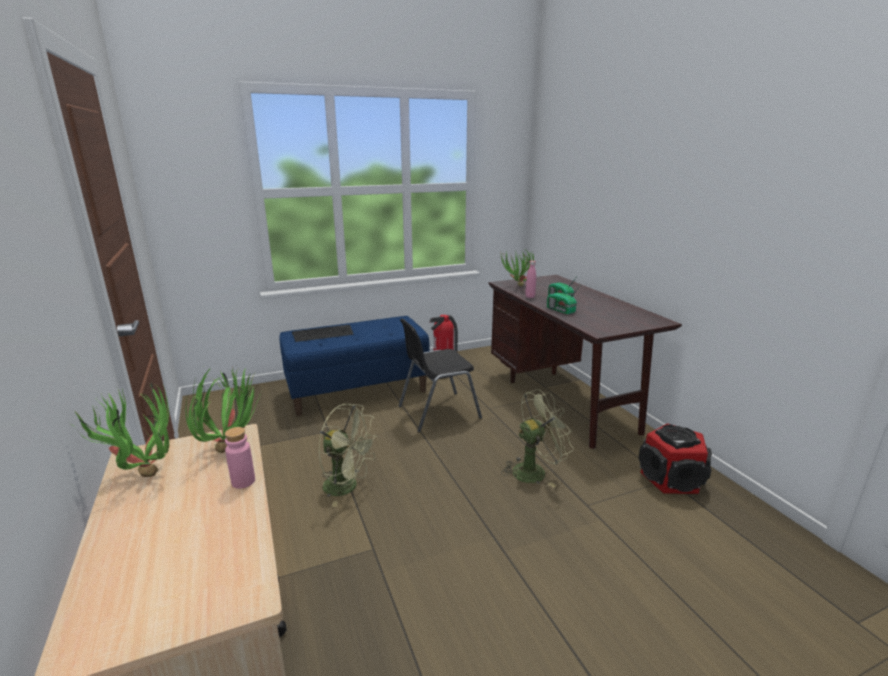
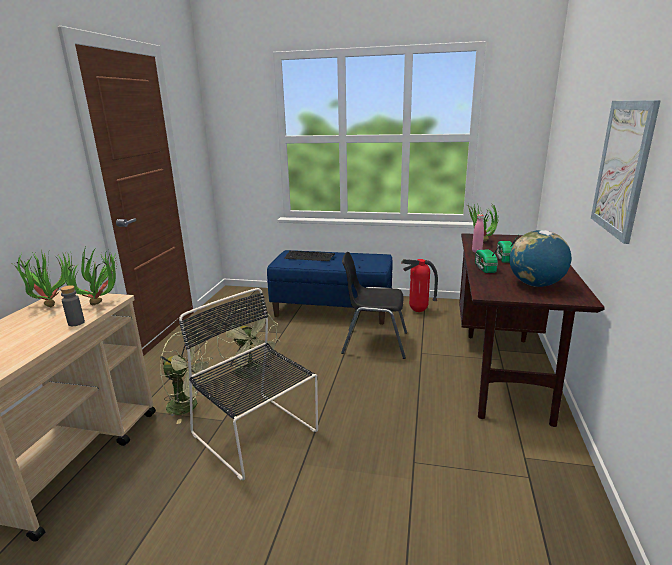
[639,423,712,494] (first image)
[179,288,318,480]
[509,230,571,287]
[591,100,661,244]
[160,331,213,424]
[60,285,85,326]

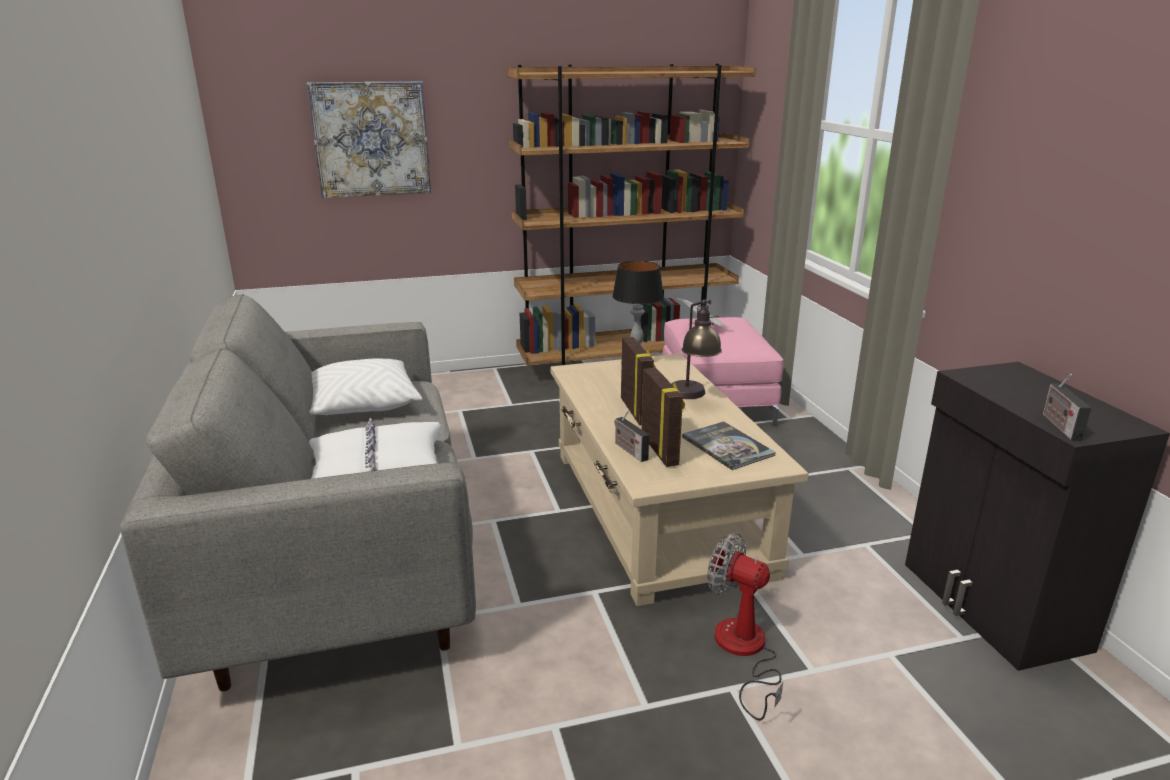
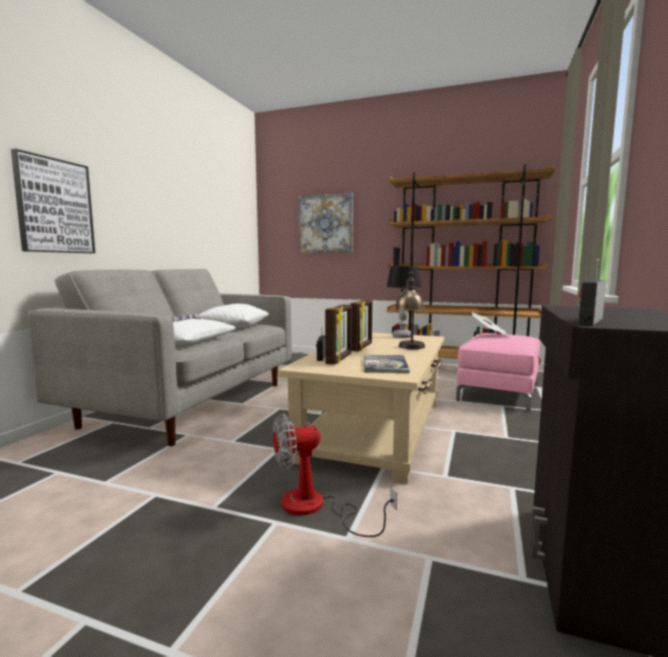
[11,149,95,253]
[273,414,397,537]

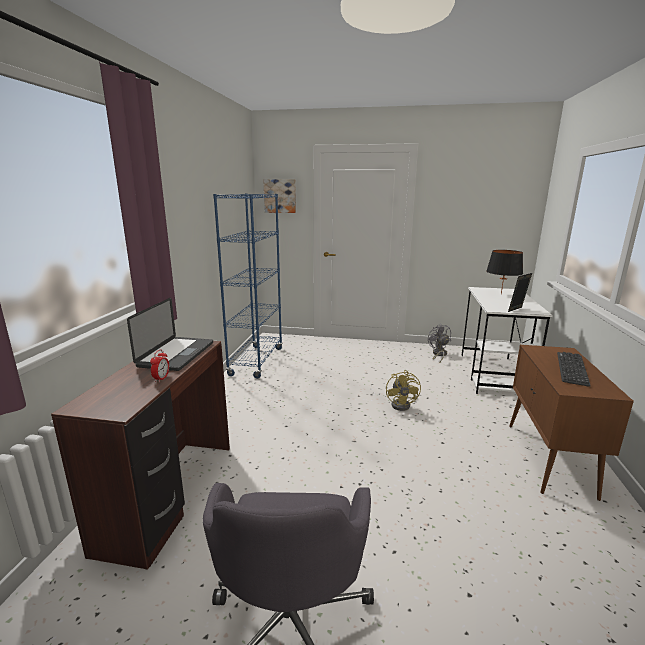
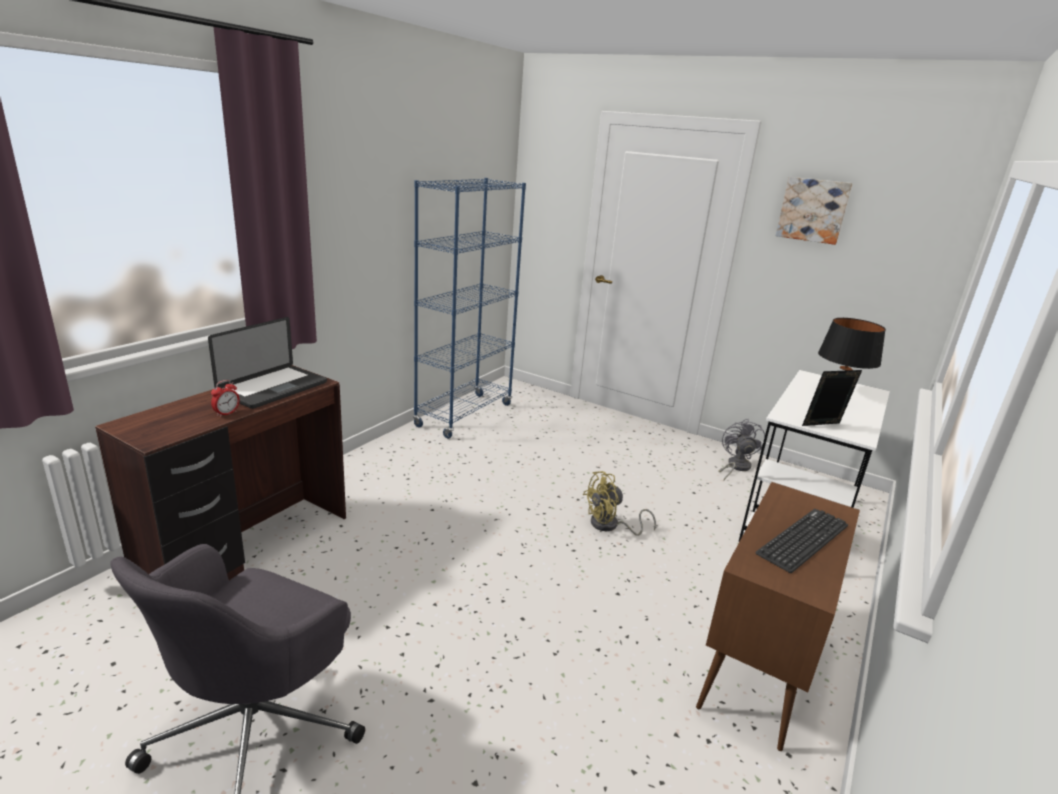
[776,177,852,245]
[583,471,656,536]

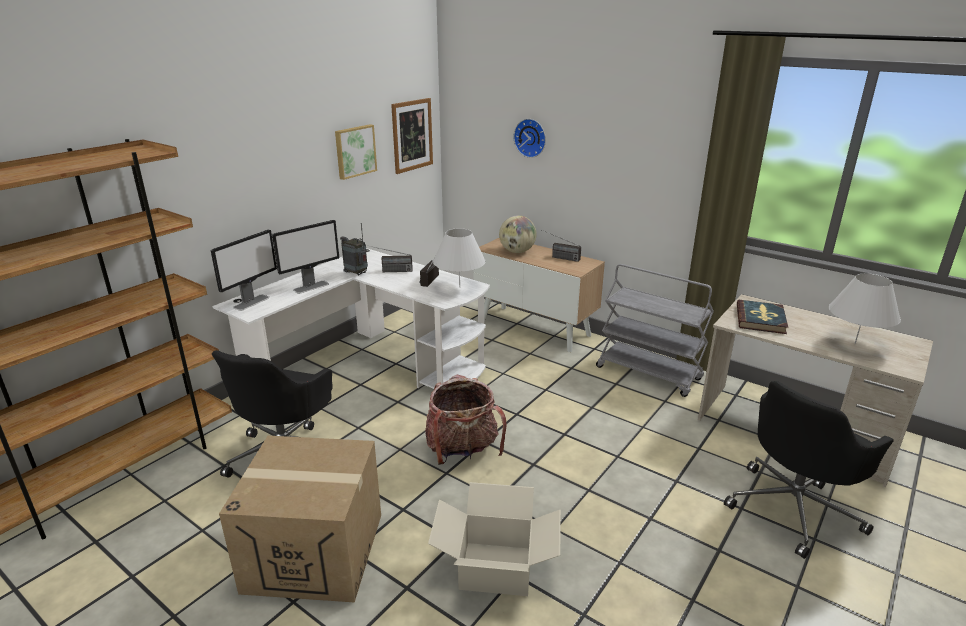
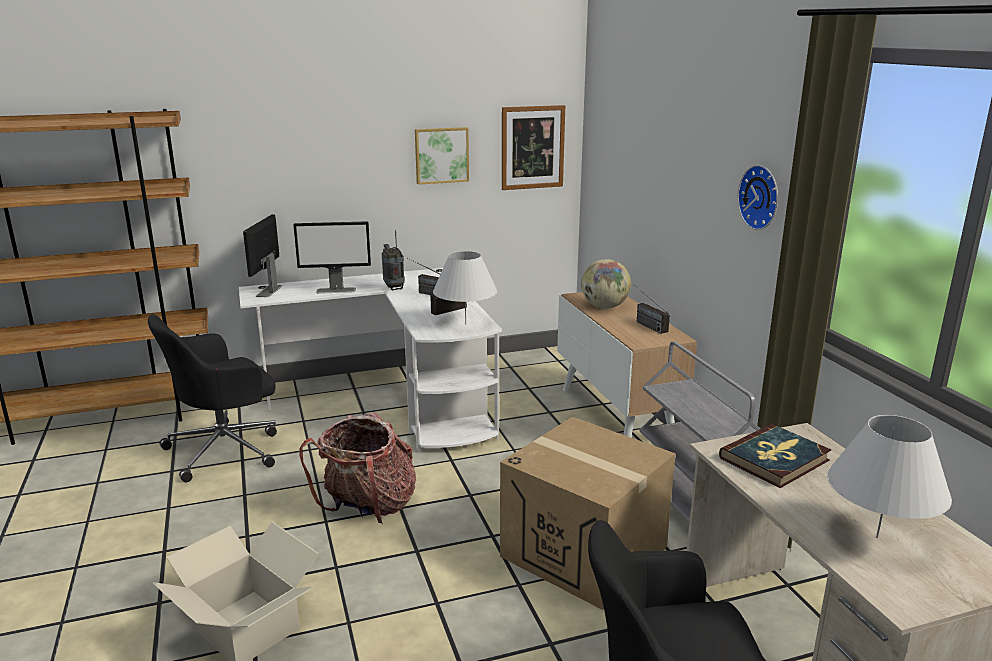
[500,417,676,610]
[737,165,778,230]
[243,214,282,297]

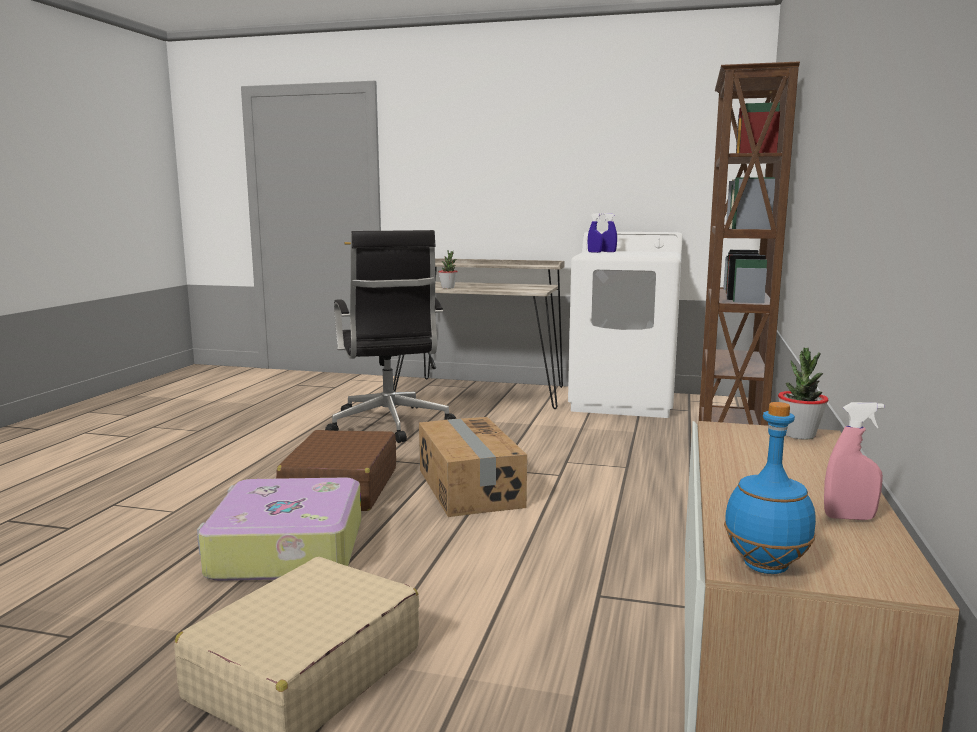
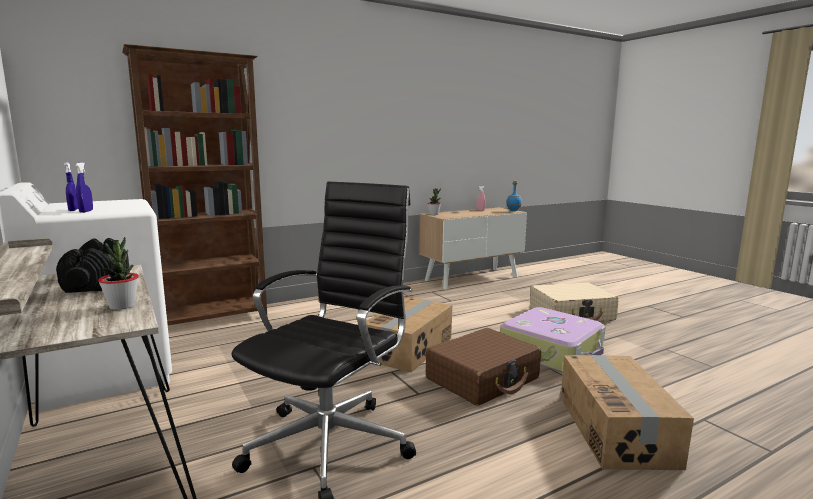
[56,238,129,293]
[561,355,694,470]

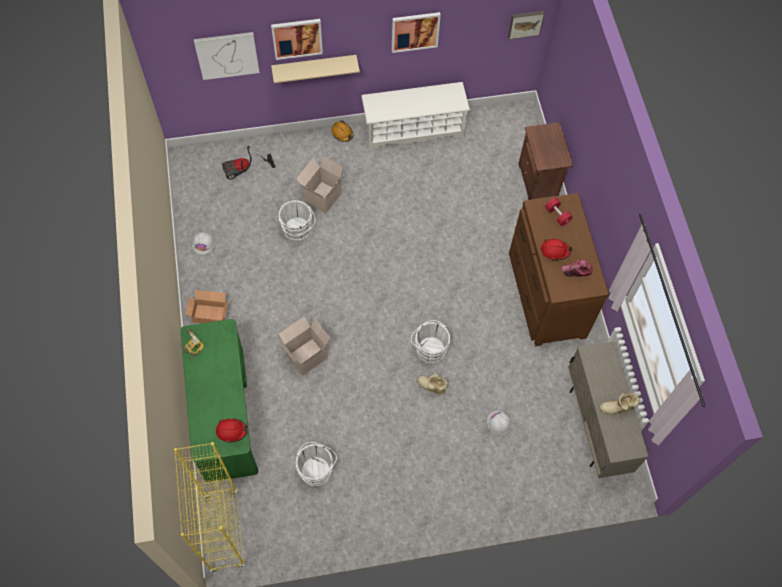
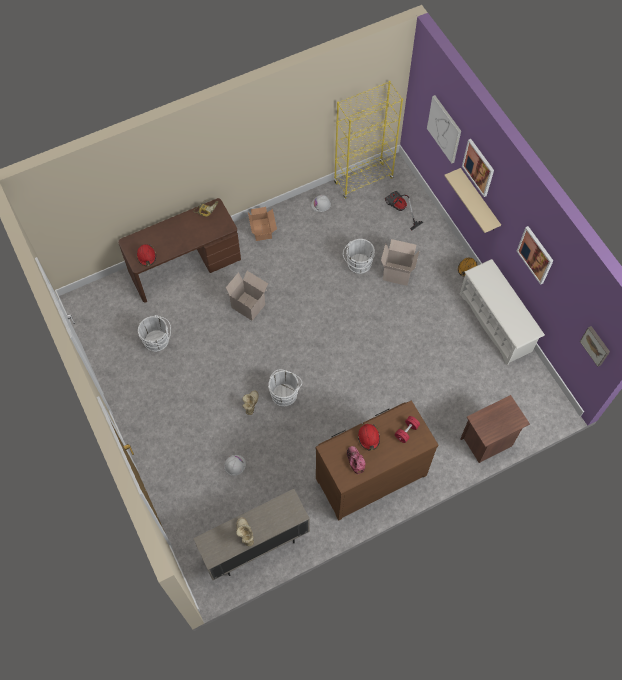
[334,81,403,199]
[118,198,241,302]

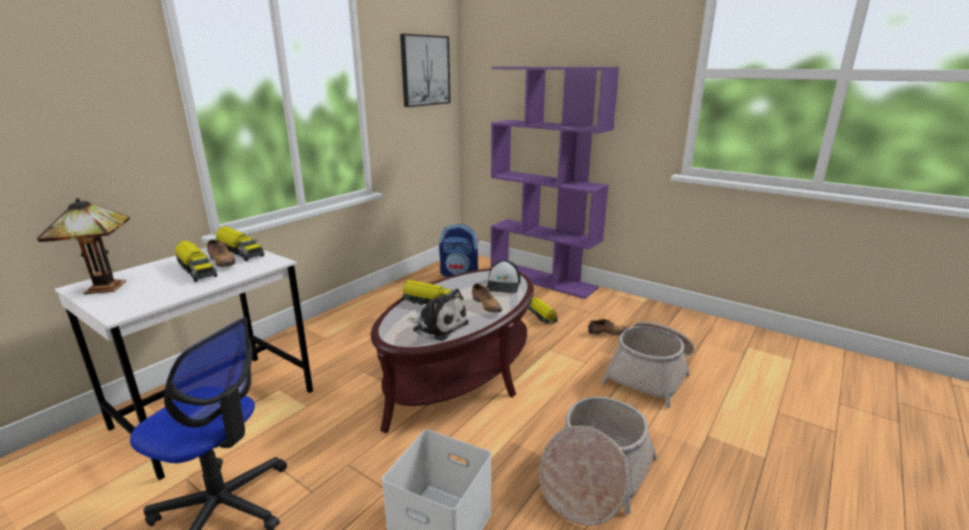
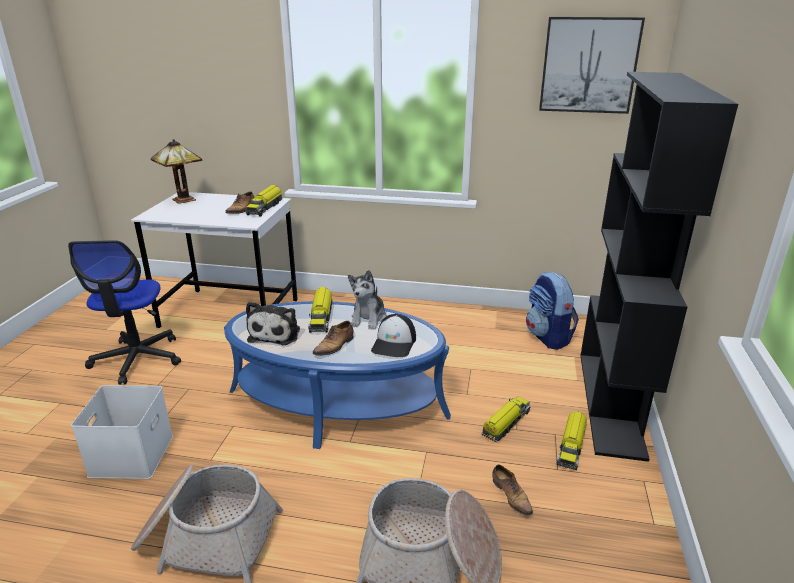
[348,270,387,330]
[557,411,587,470]
[224,301,451,449]
[580,72,738,462]
[371,314,416,357]

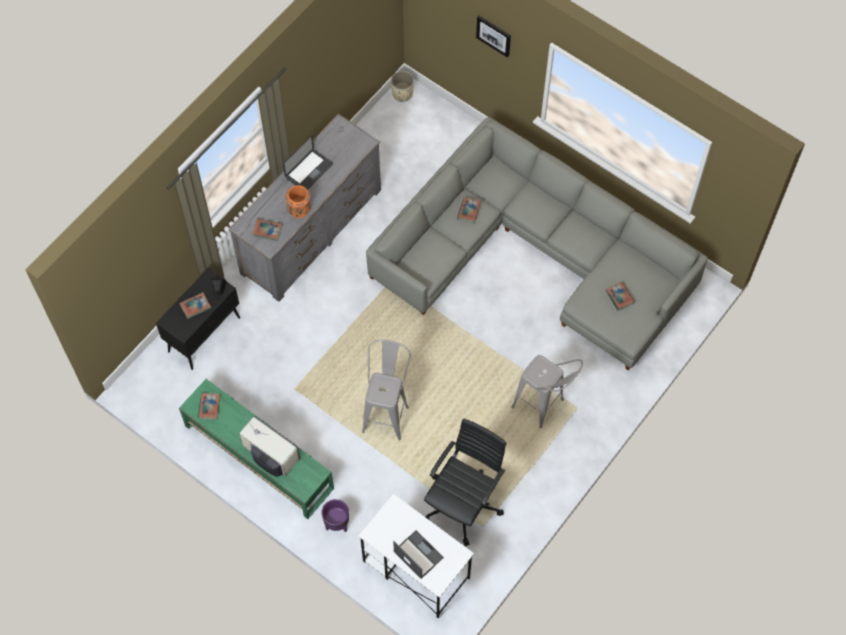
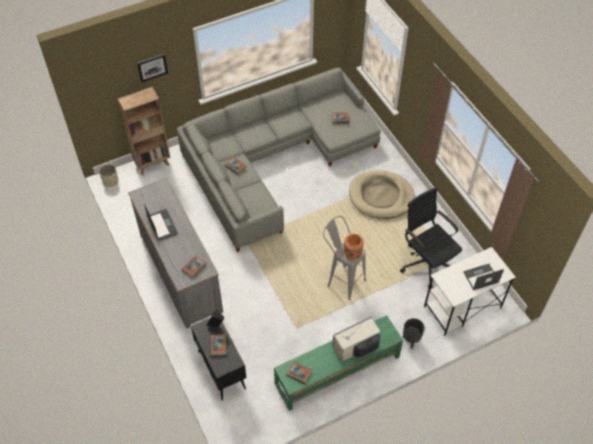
[118,87,170,175]
[344,234,364,260]
[349,170,415,219]
[403,318,425,349]

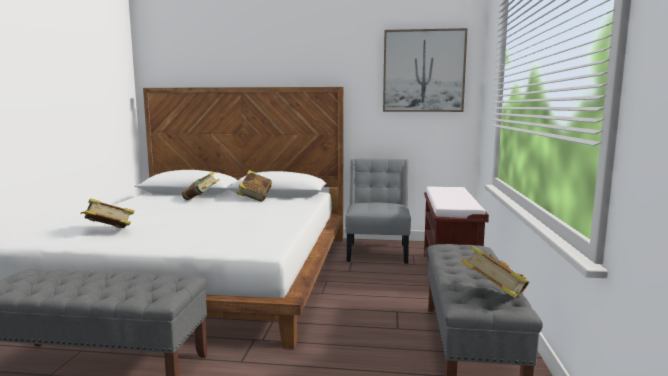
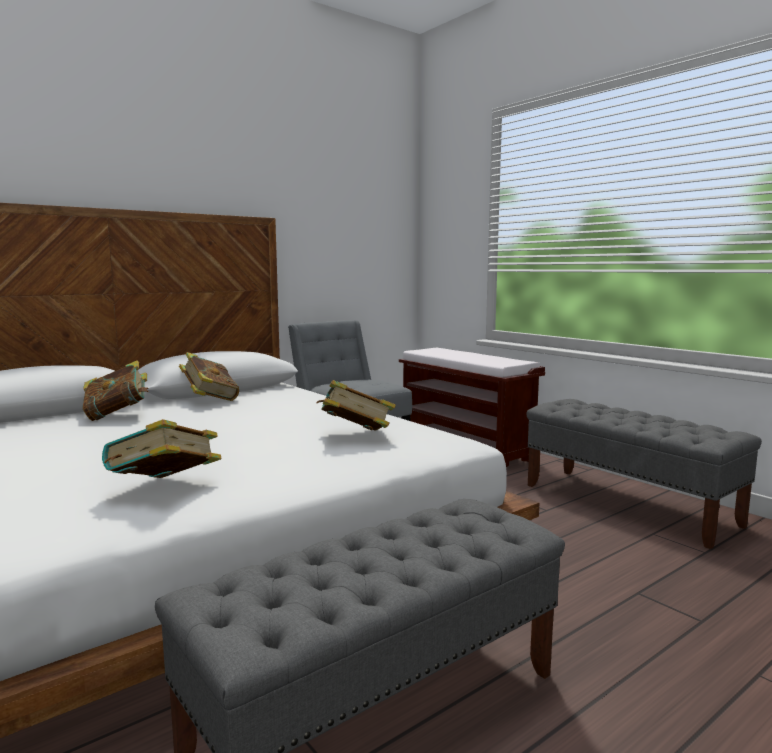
[383,28,468,112] (first image)
[317,380,396,431]

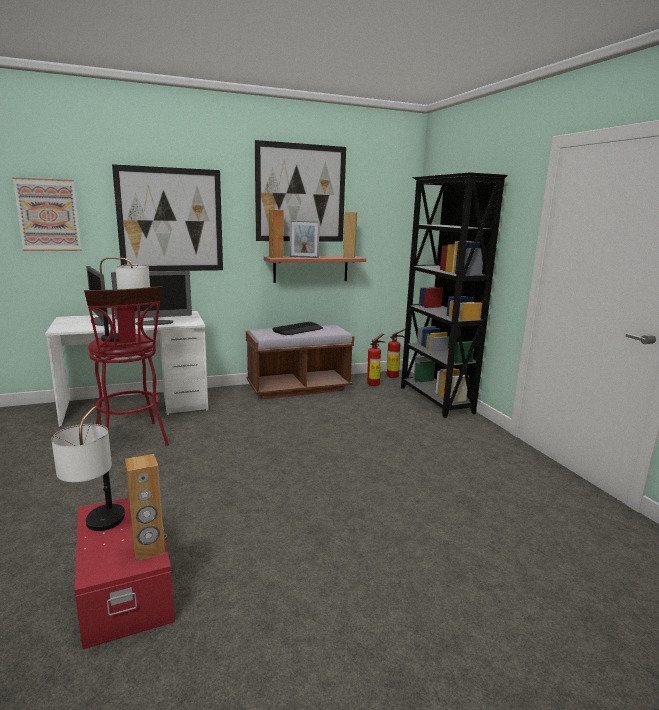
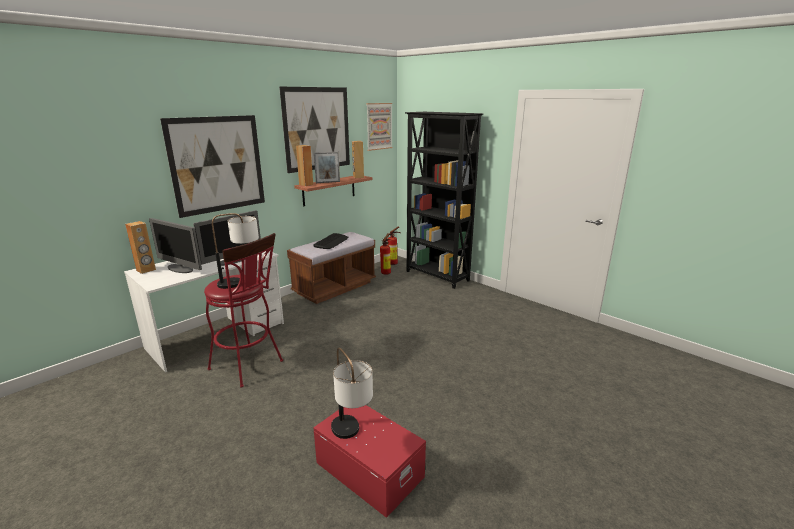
[366,103,393,151]
[125,221,156,274]

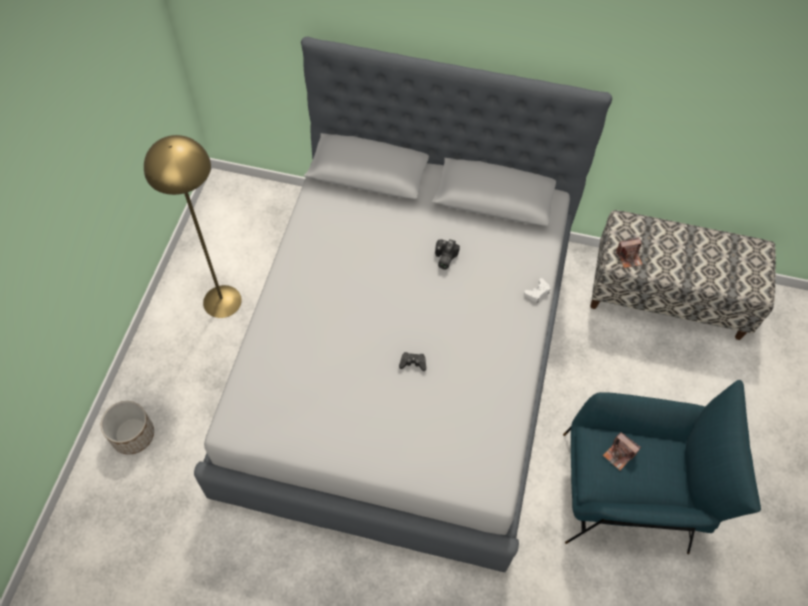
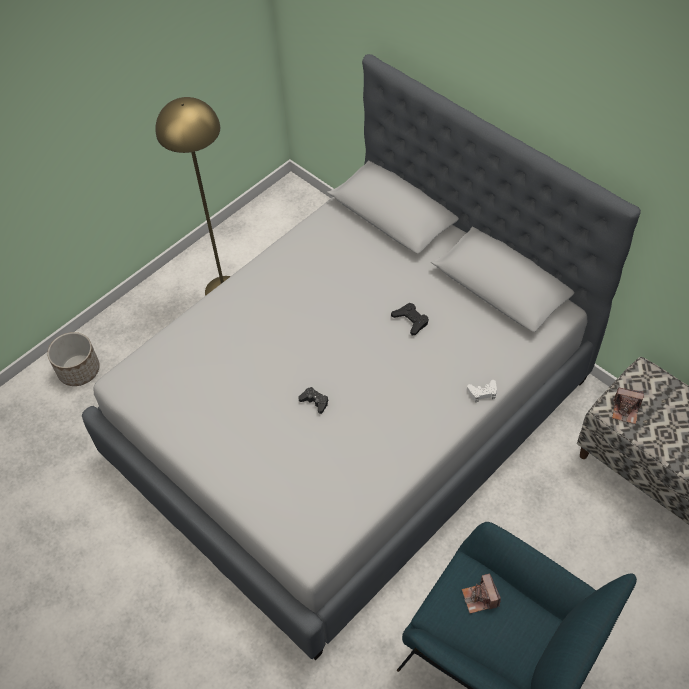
[391,303,429,335]

